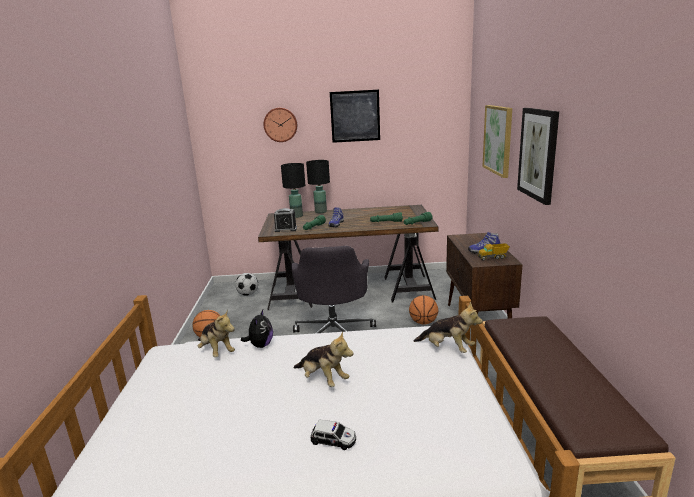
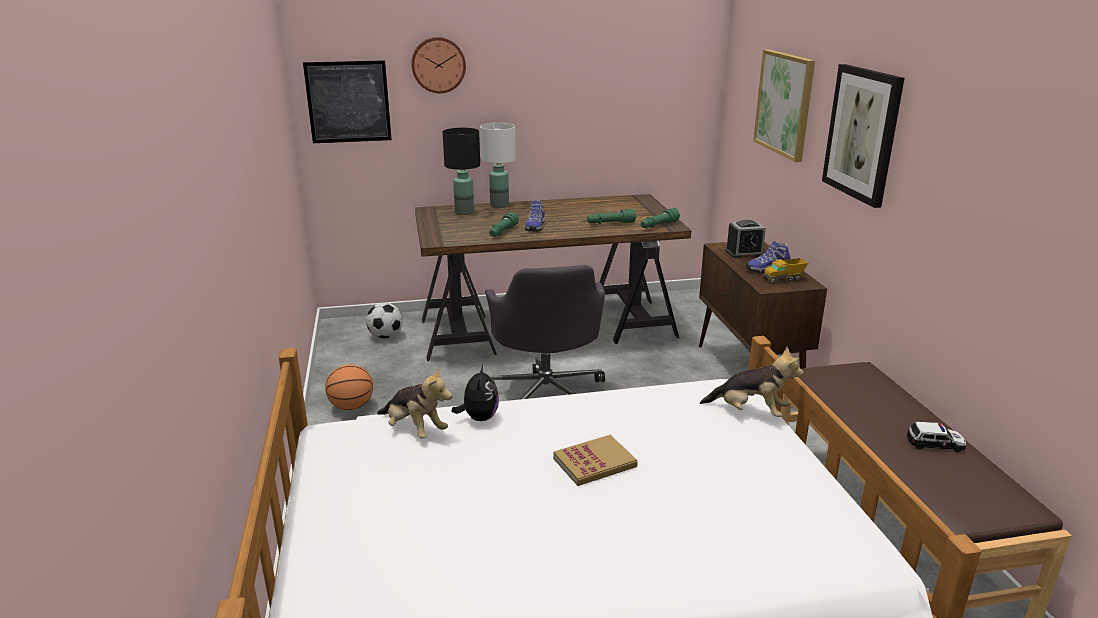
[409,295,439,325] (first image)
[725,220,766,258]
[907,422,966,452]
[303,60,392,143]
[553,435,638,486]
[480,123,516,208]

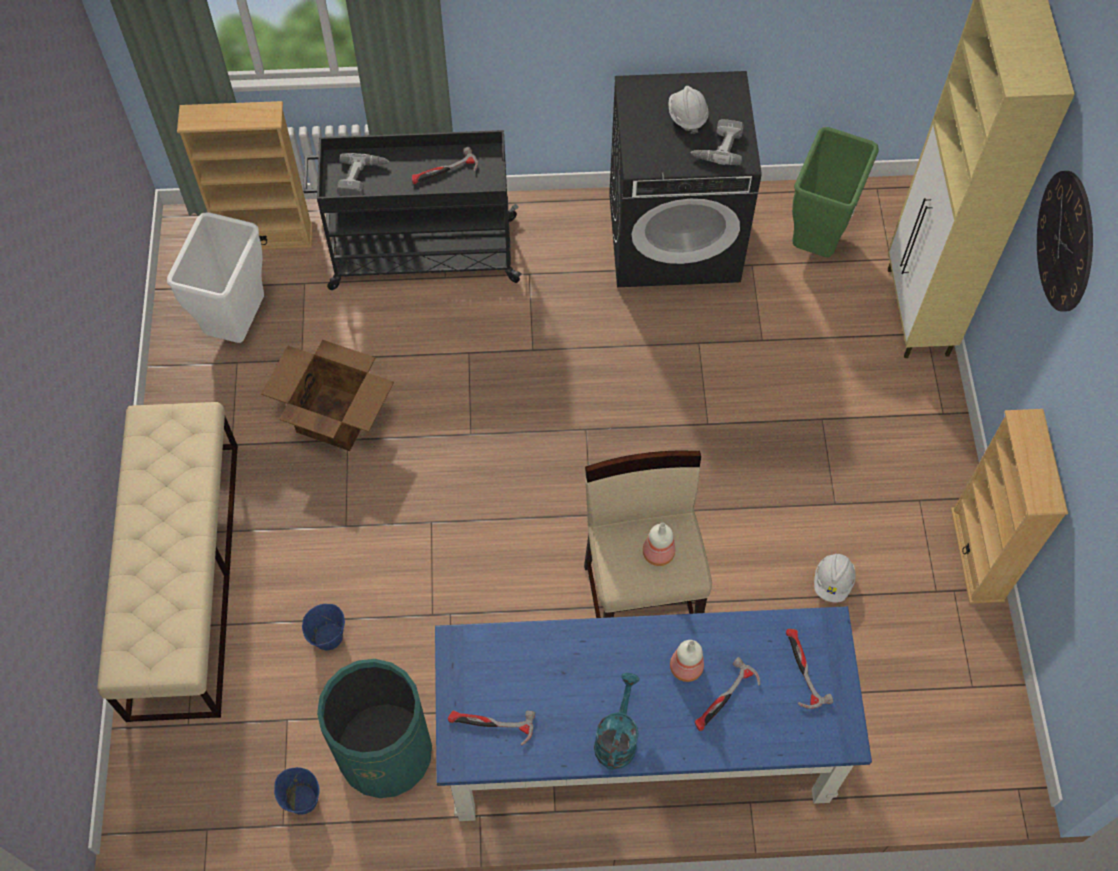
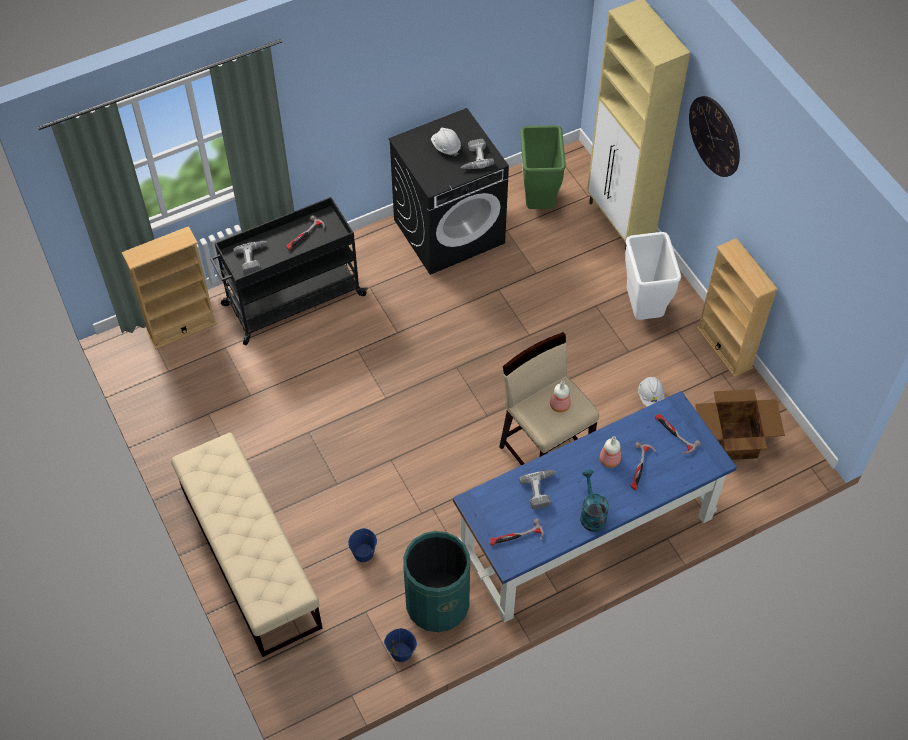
[519,470,556,510]
[625,232,681,320]
[695,389,785,460]

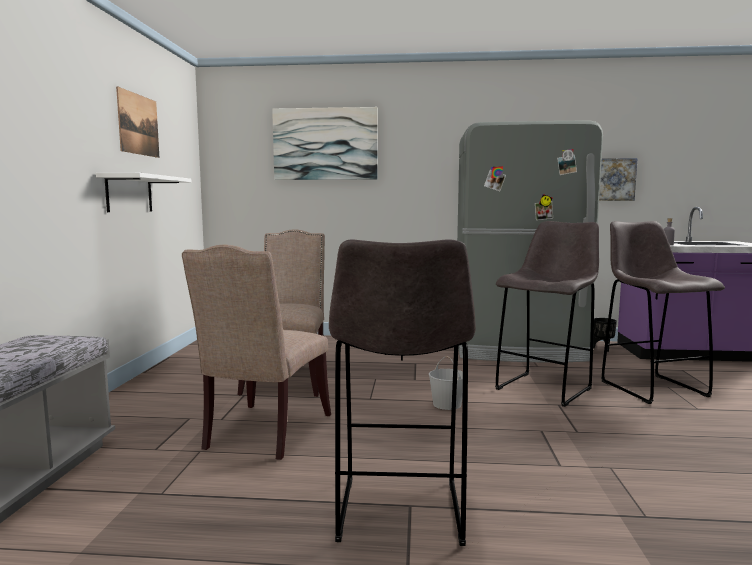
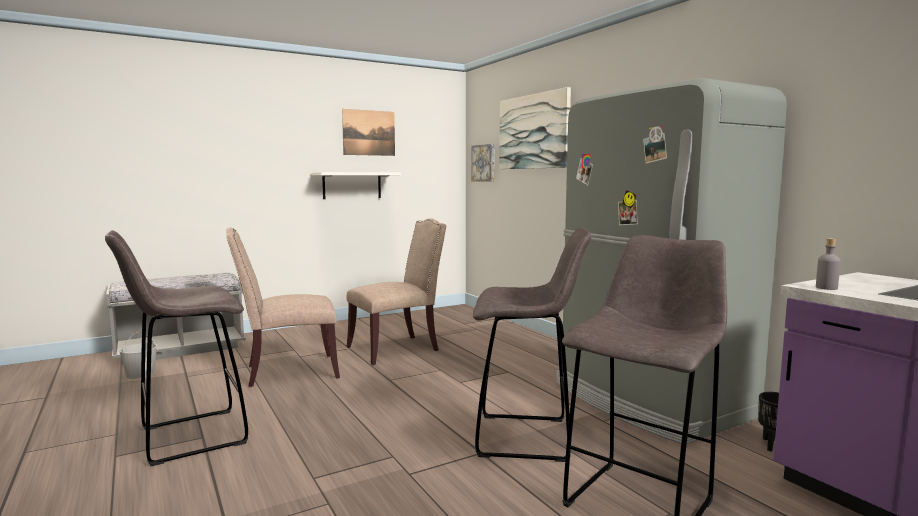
[119,332,157,379]
[471,144,495,182]

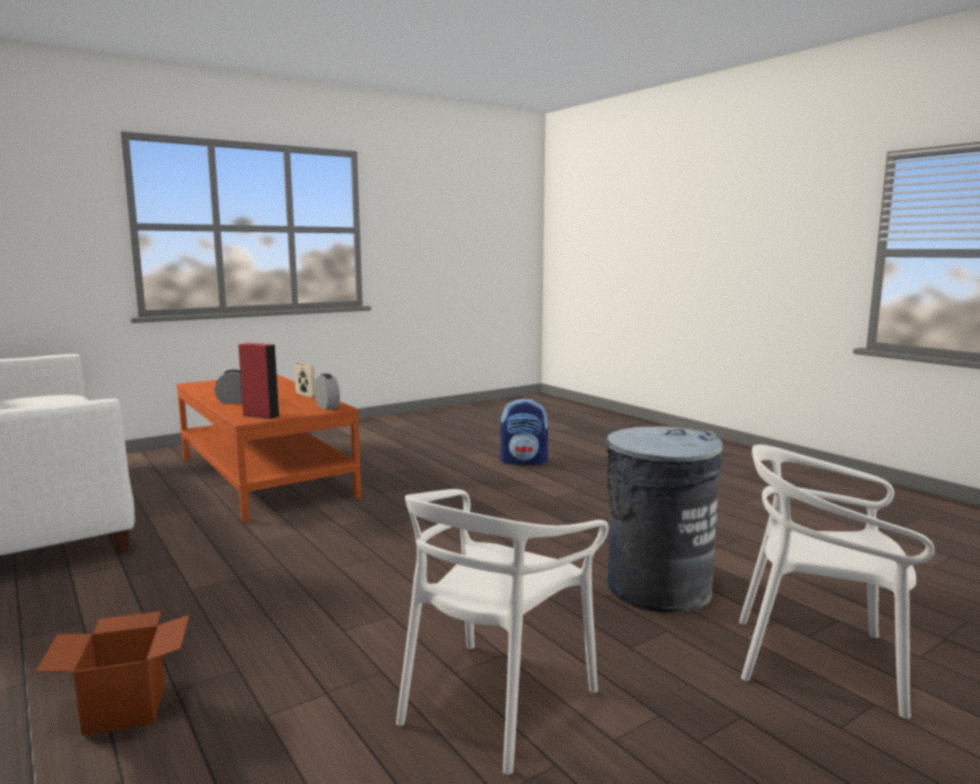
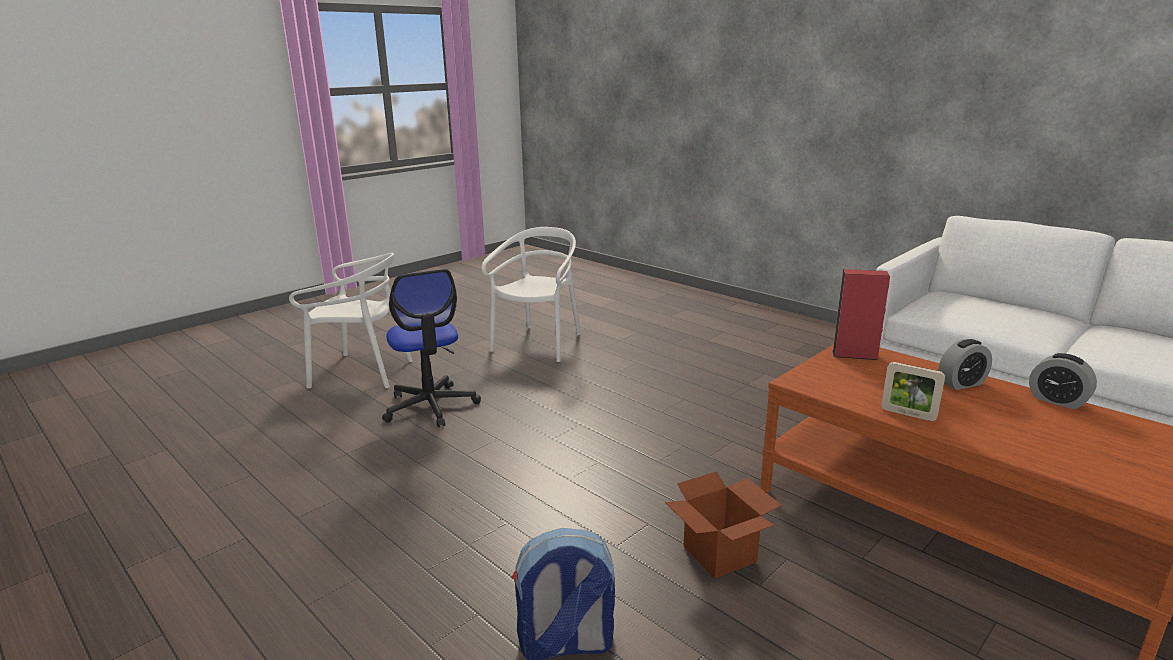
[665,471,782,579]
[1029,353,1097,409]
[382,269,481,427]

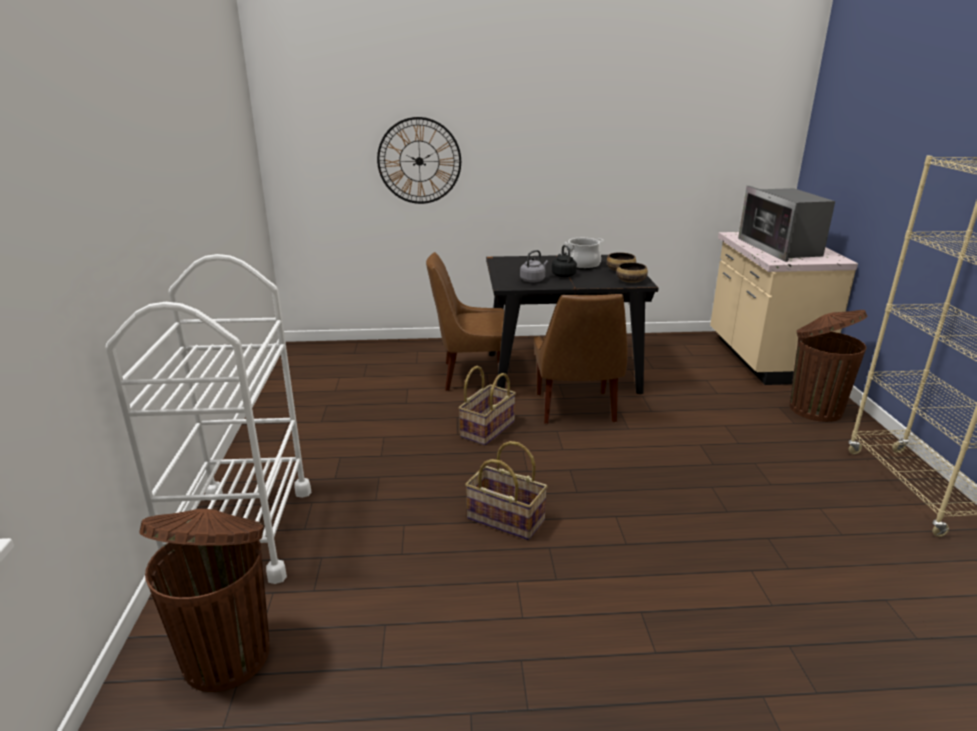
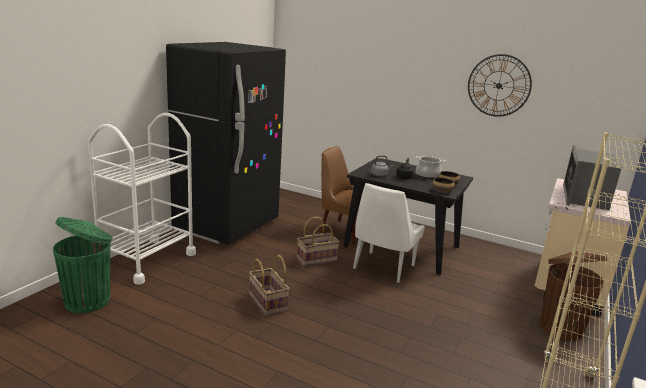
[166,42,286,245]
[468,54,532,117]
[53,217,112,313]
[353,183,425,283]

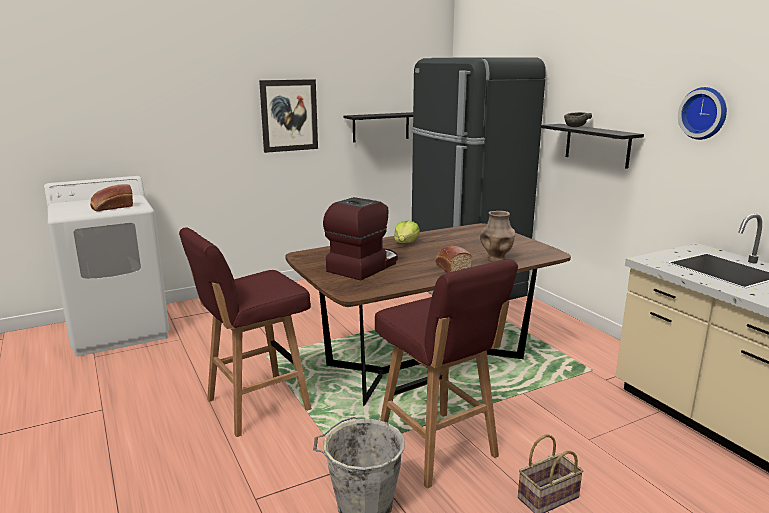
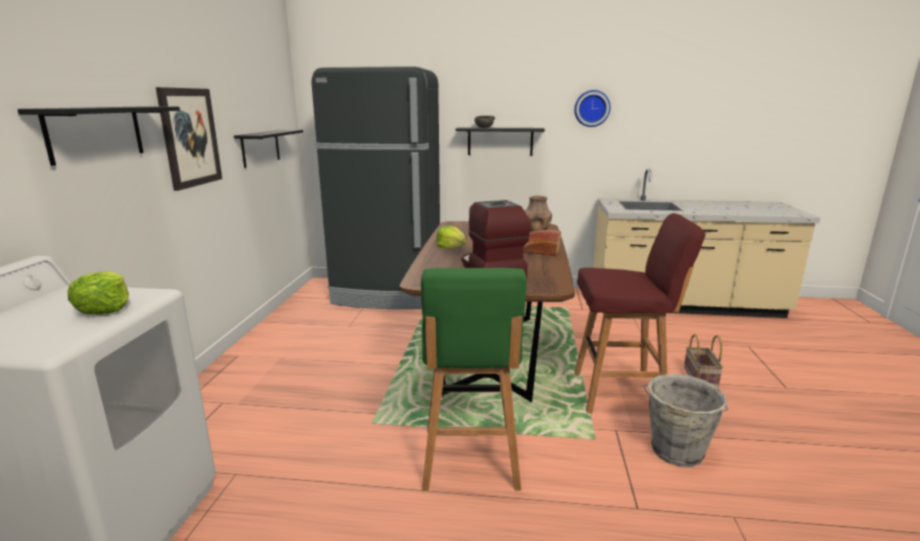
[17,106,180,166]
[68,271,129,315]
[421,268,527,491]

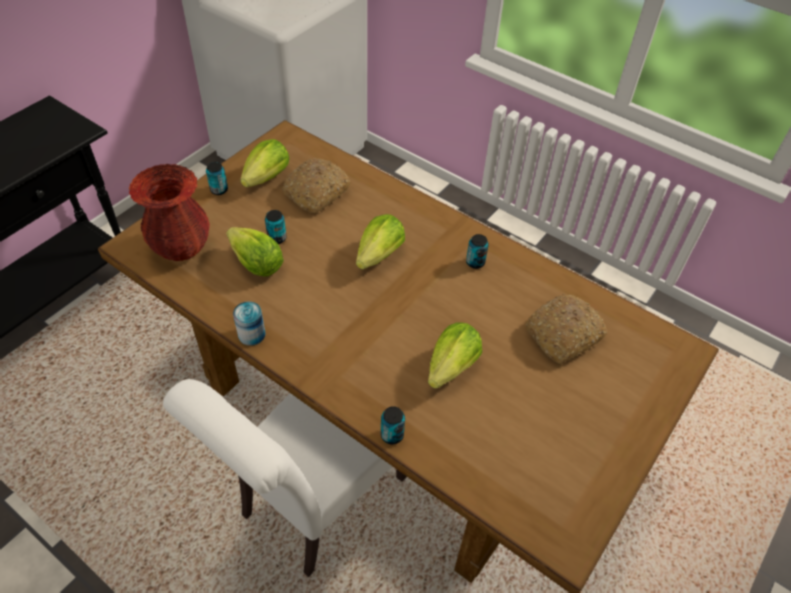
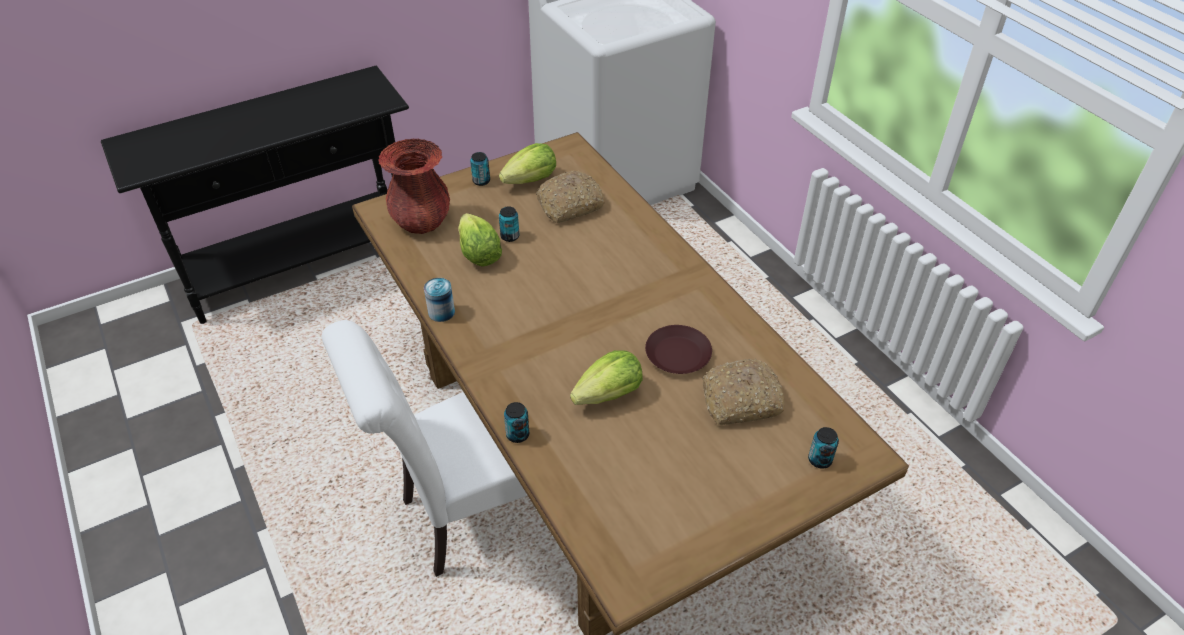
[356,214,405,270] (first image)
[645,325,712,374]
[808,427,839,469]

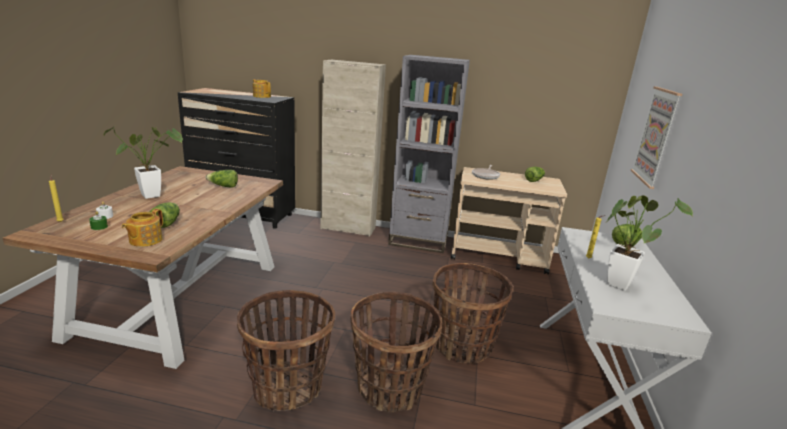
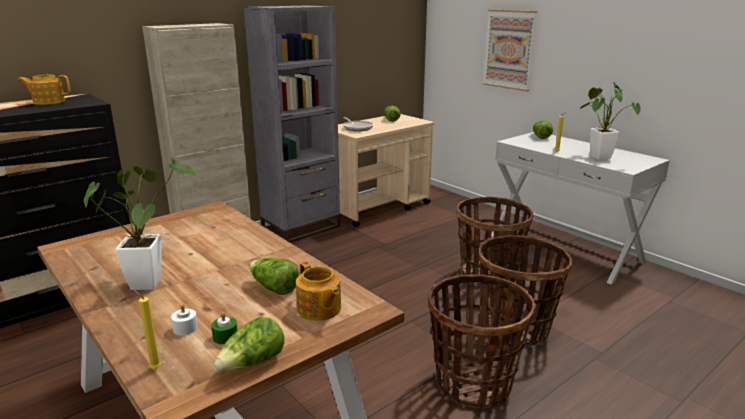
[214,317,285,371]

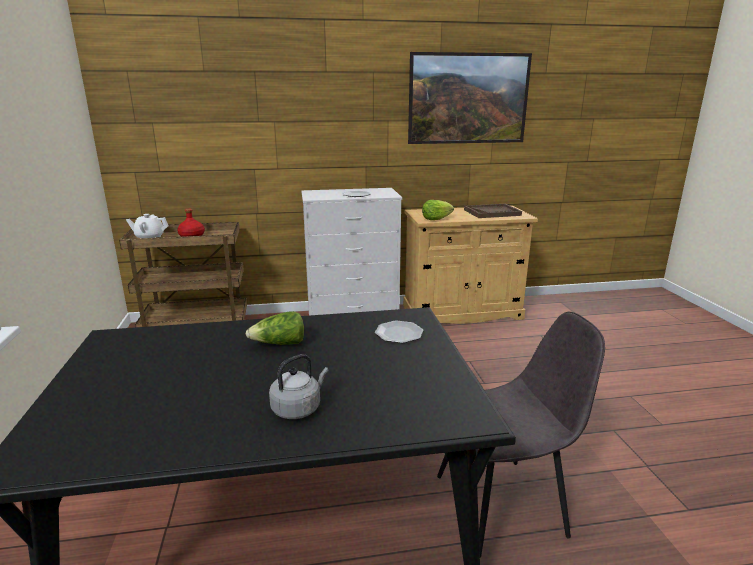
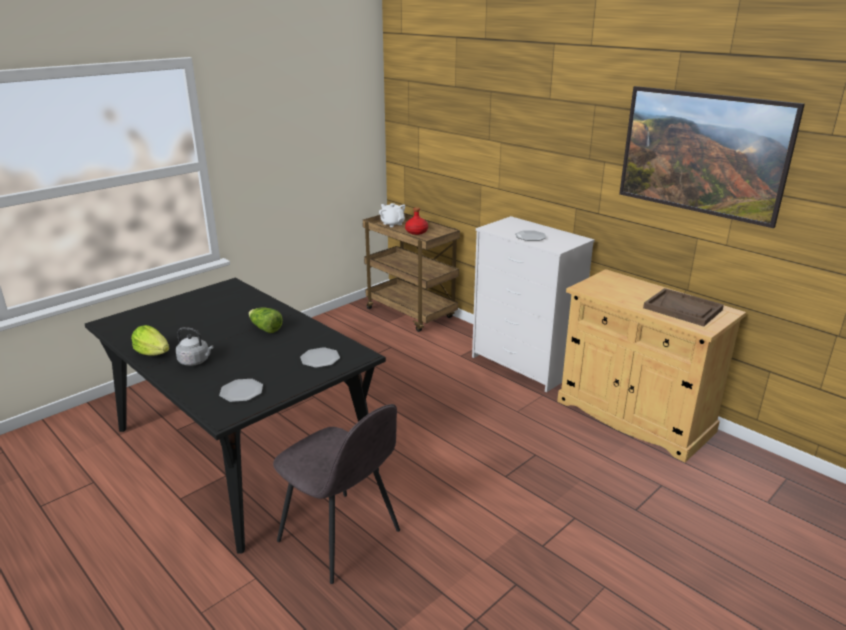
[219,379,263,402]
[131,325,170,356]

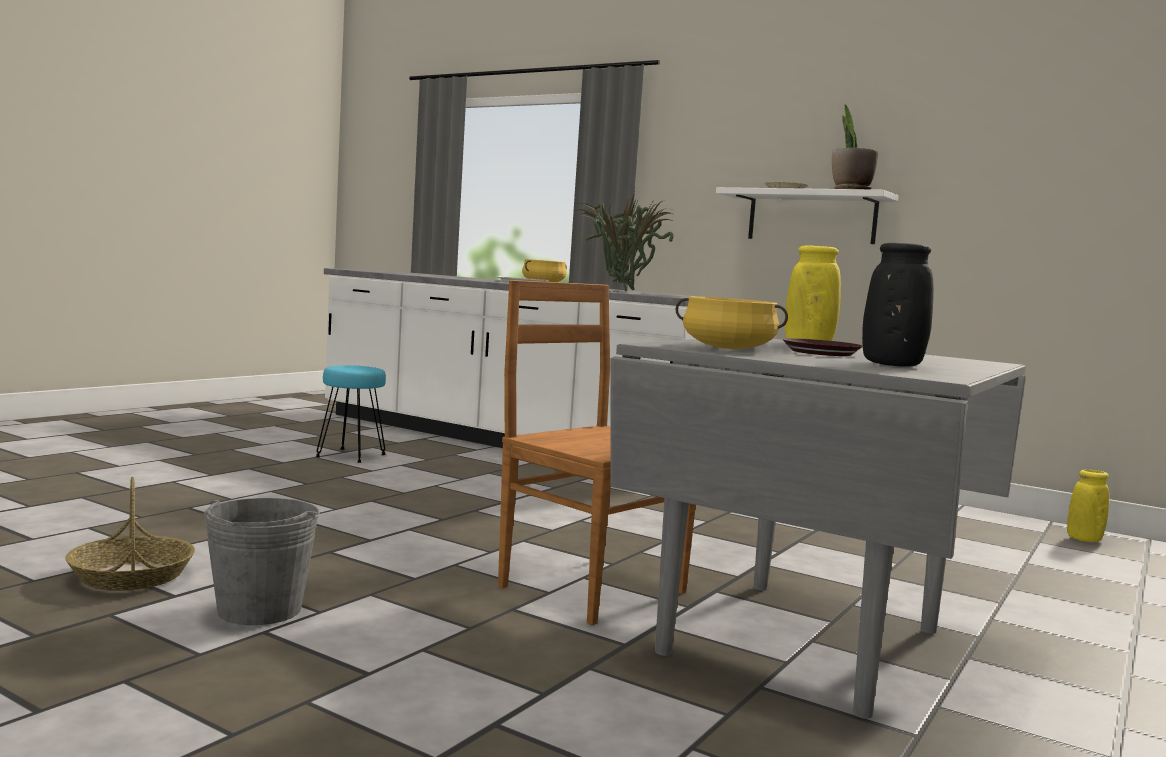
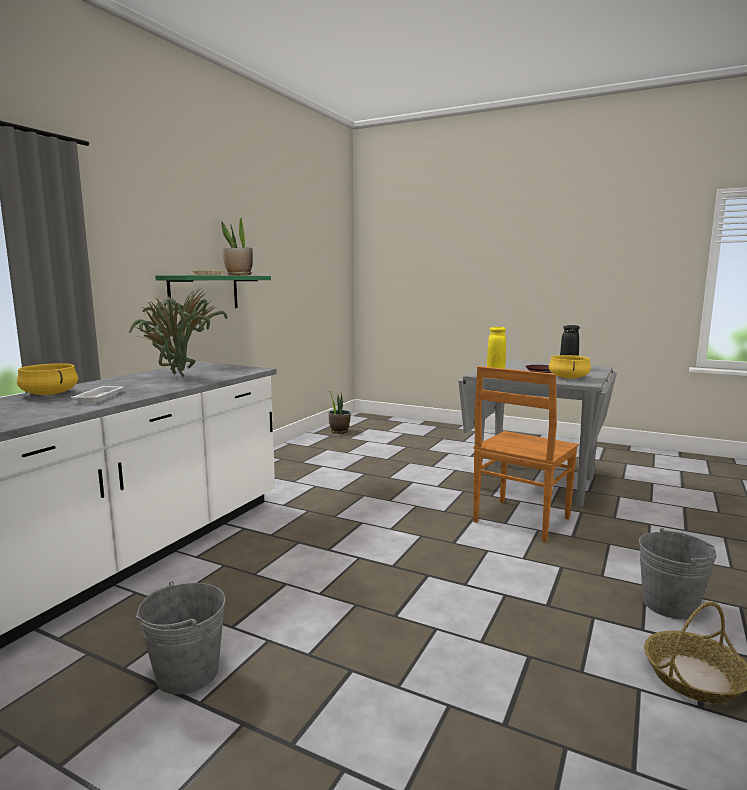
[136,581,226,694]
[328,392,351,434]
[155,275,271,308]

